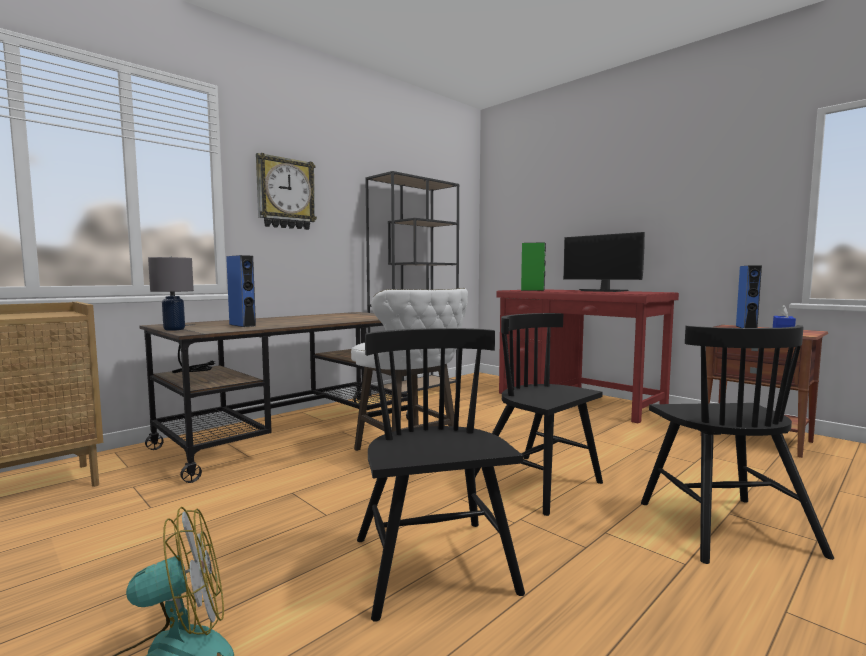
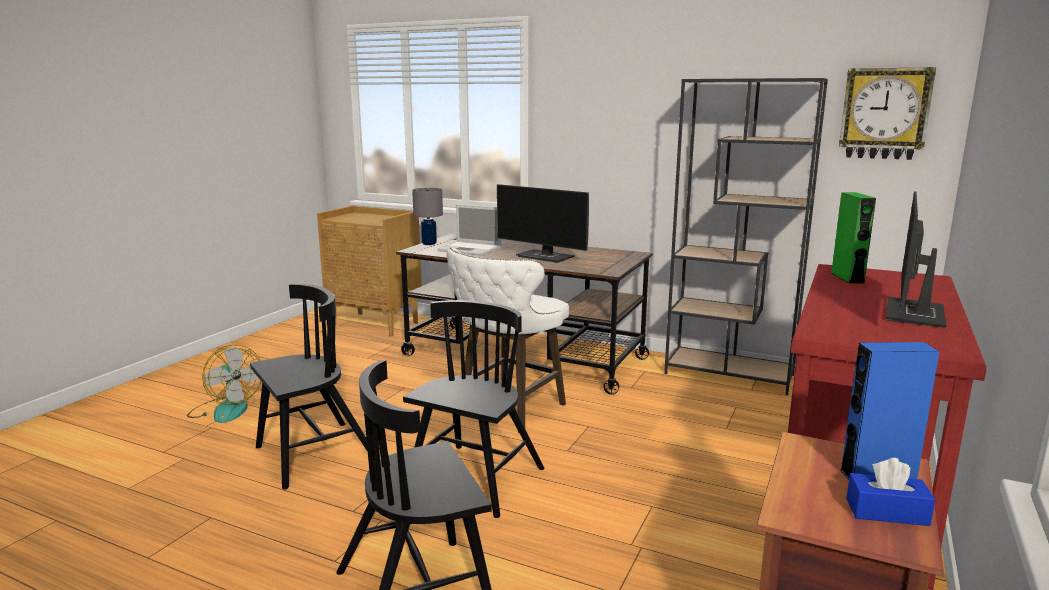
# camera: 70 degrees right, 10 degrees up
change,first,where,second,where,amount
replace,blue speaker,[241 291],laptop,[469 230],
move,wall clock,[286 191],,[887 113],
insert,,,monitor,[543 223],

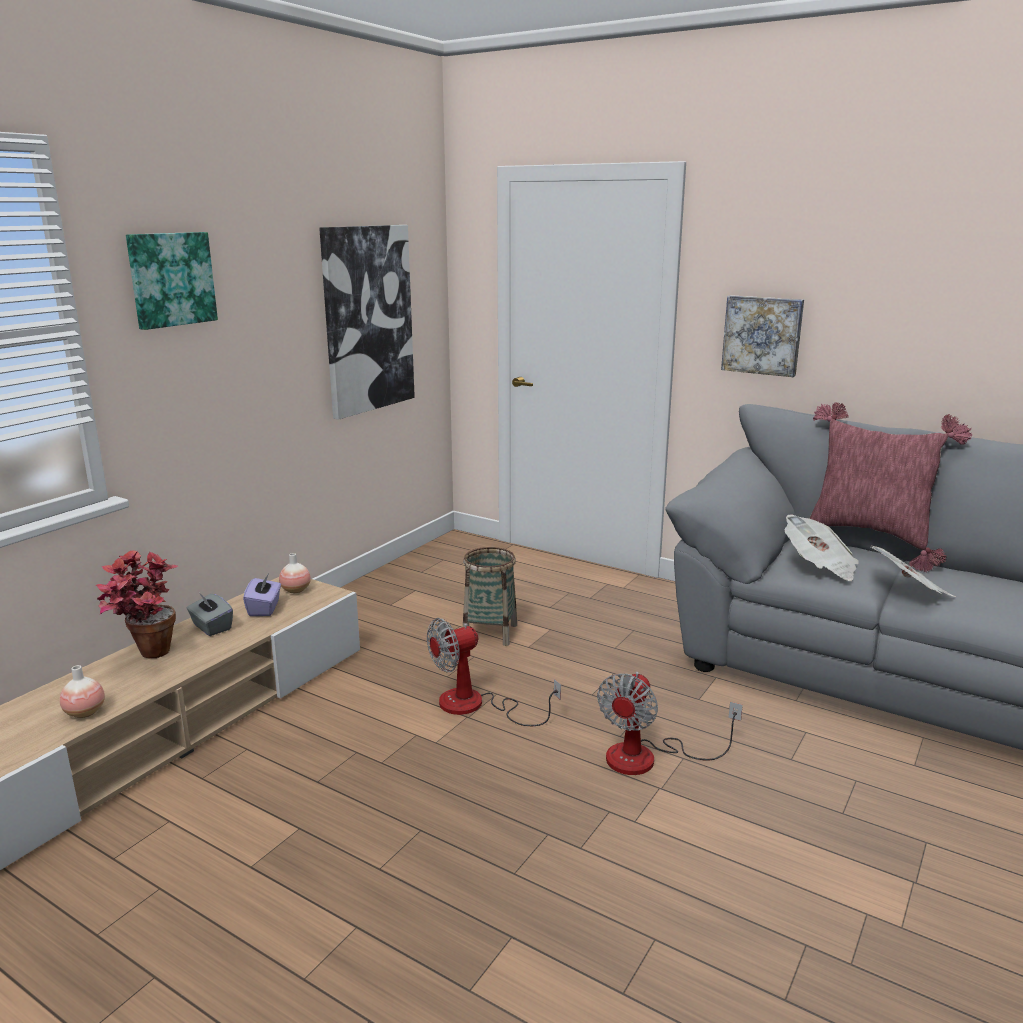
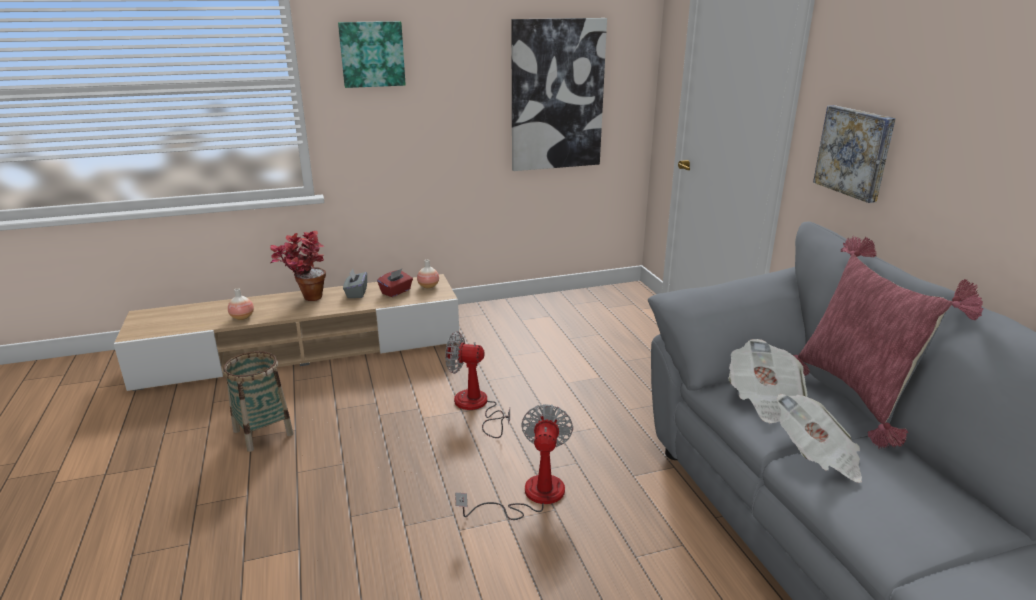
# camera: 40 degrees right, 5 degrees up
change,first,where,second,where,amount
recolor,purple tissue box,[262 595],red tissue box,[395 283],
move,basket,[490 596],,[258 401],
rotate,fan,[670 723],,[514 462],120 degrees clockwise

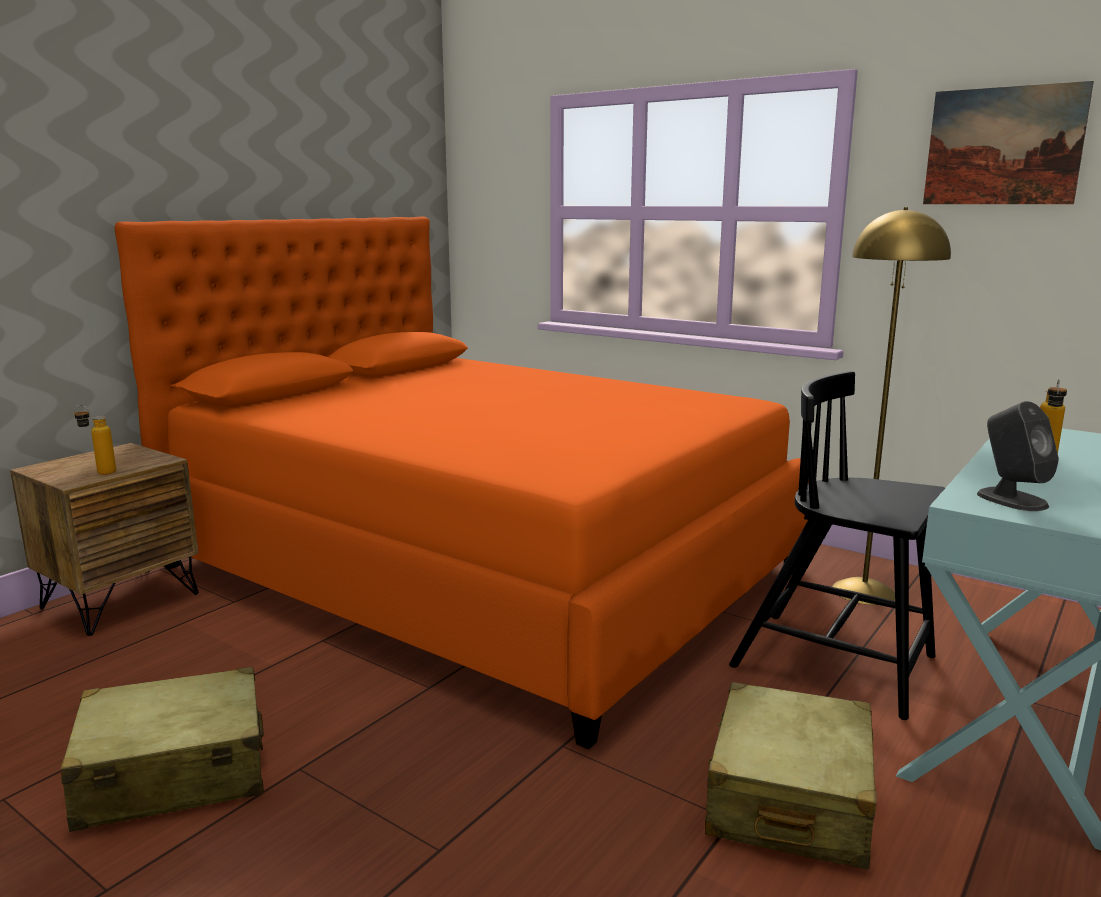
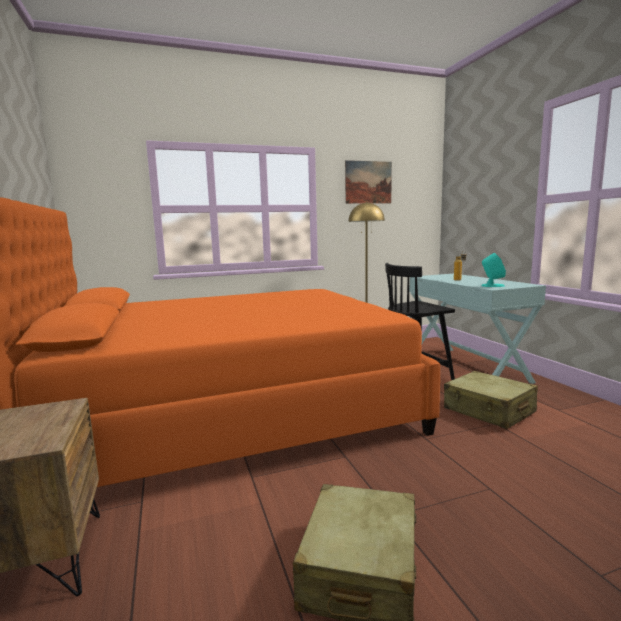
# camera: 55 degrees left, 5 degrees down
change,first,where,second,where,amount
delete,bottle,[95 440],,,
recolor,grey speaker,[1018 456],turquoise speaker,[493 270],

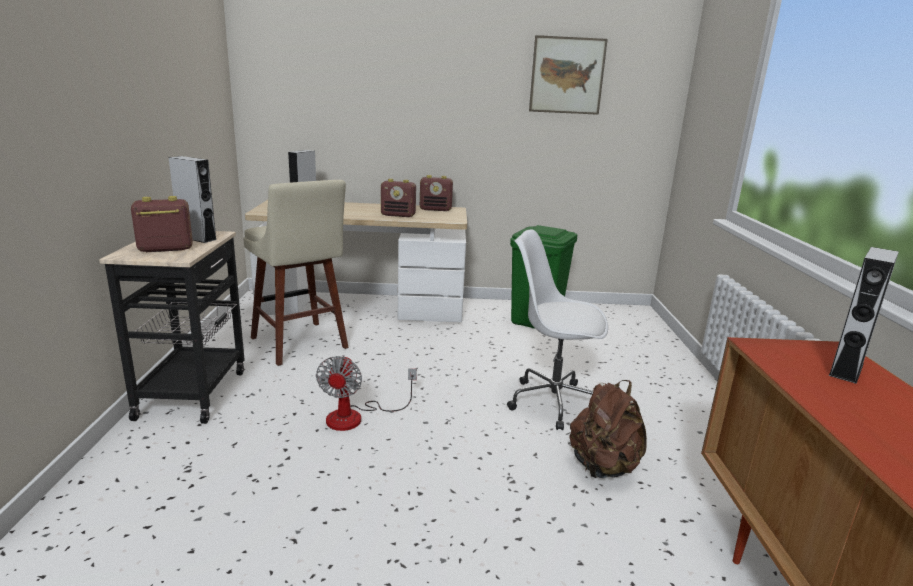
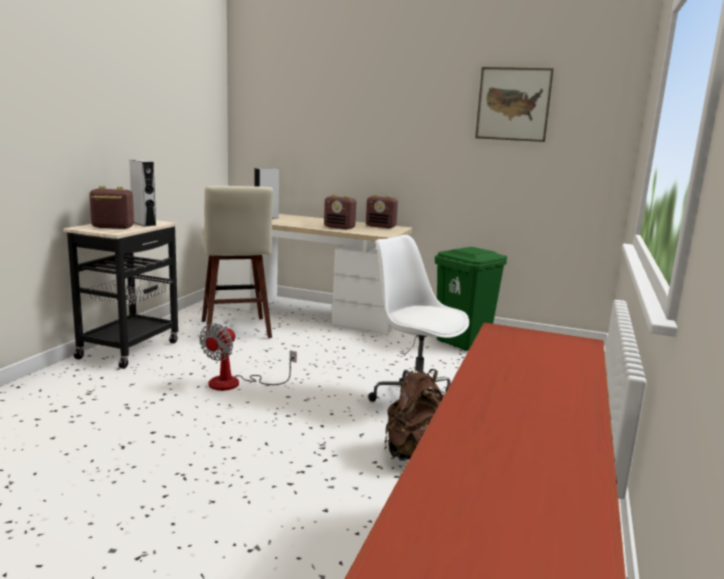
# camera: 20 degrees right, 5 degrees down
change,first,where,second,where,amount
delete,grey speaker,[863 315],,,

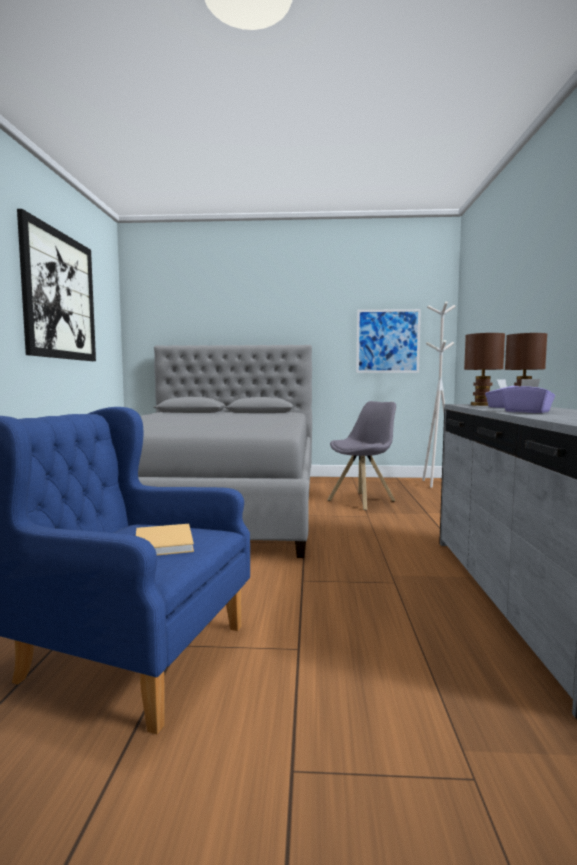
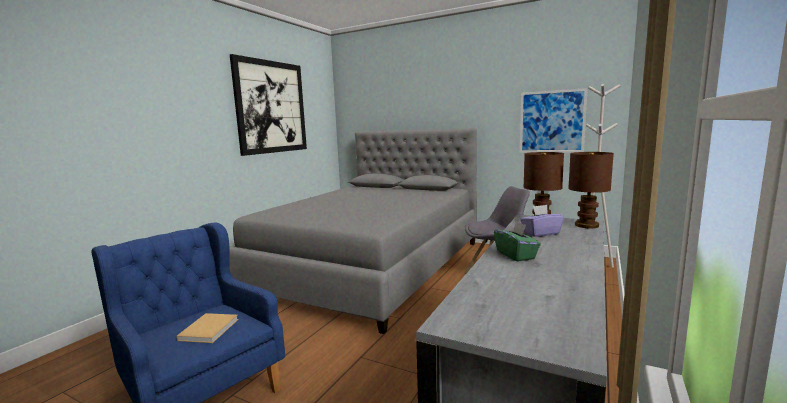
# camera: 25 degrees right, 5 degrees up
change,first,where,second,where,amount
recolor,purple tissue box,[528 396],green tissue box,[517 241],

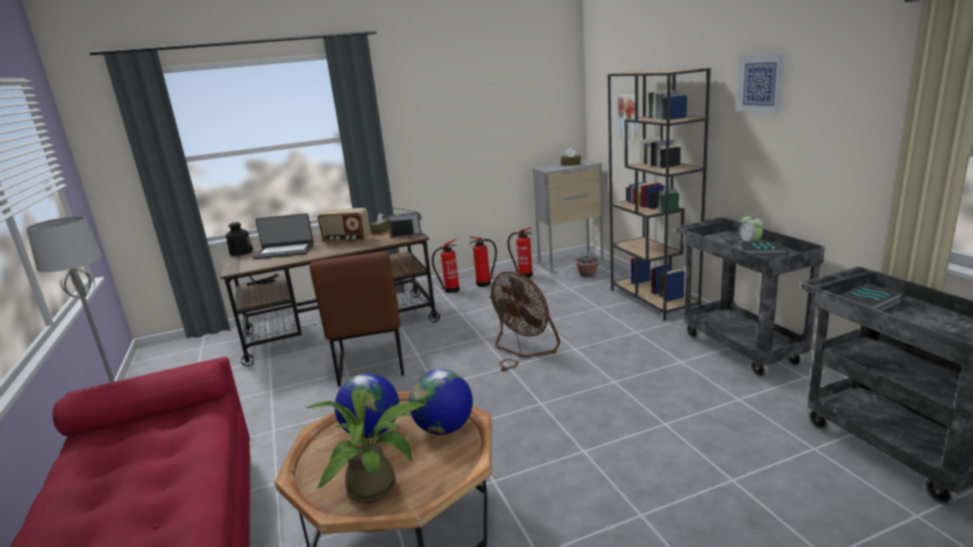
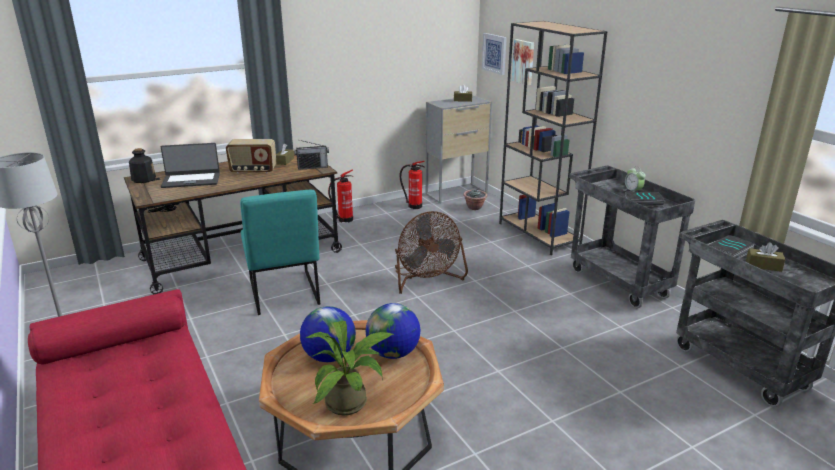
# camera: 10 degrees left, 5 degrees up
change,first,where,second,where,amount
recolor,brown chair,[357 319],turquoise chair,[280 252],
delete,fire extinguisher,[483 262],,,
rotate,brown fan,[525 321],,[431 252],120 degrees clockwise
move,picture,[761 83],,[494 54],
insert,,,brown tissue box,[765 257],

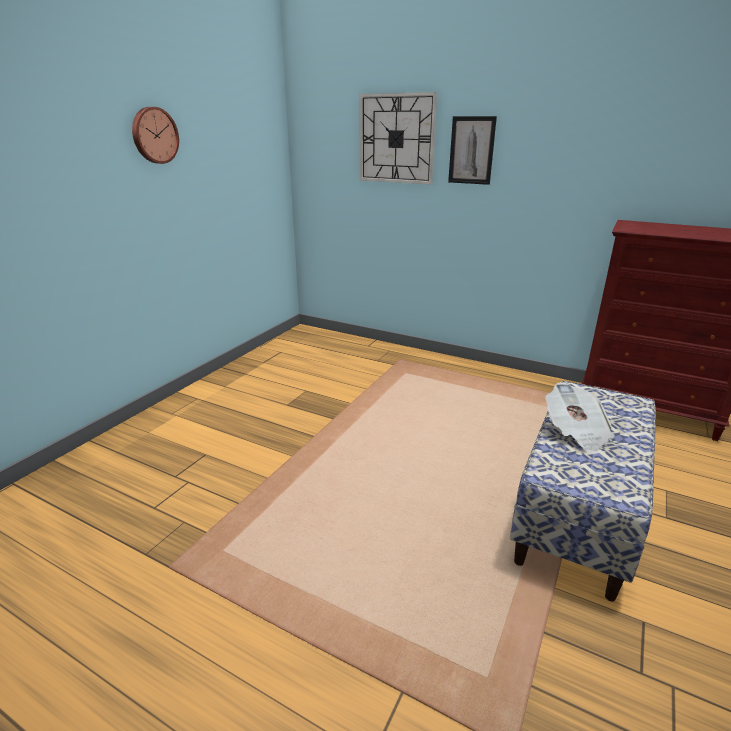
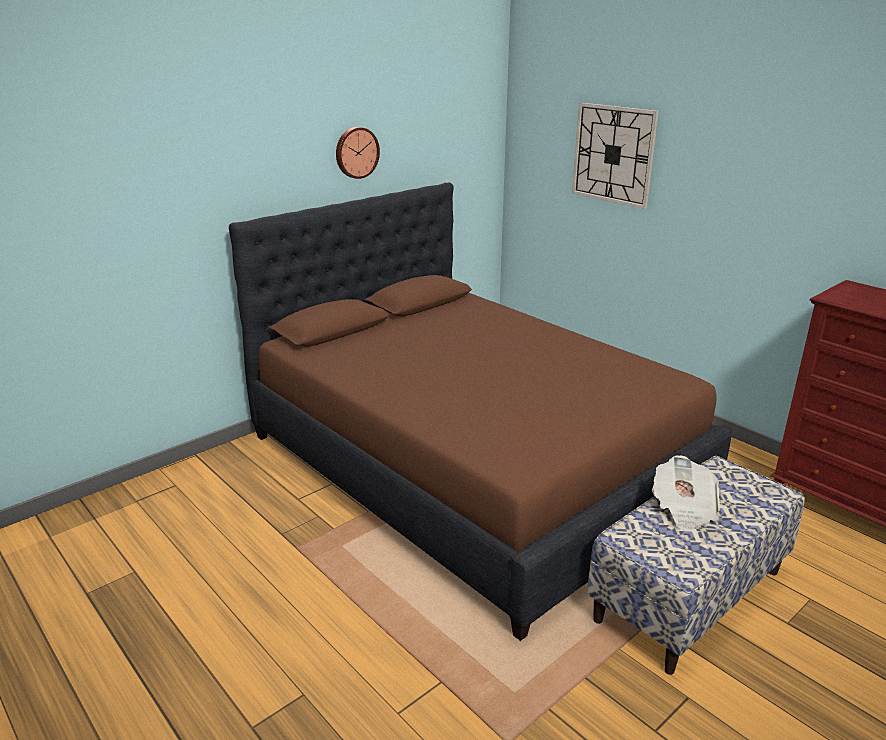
# camera: 20 degrees right, 0 degrees up
change,first,where,second,where,amount
delete,picture,[472 150],,,
insert,,,brown bed,[480 411],

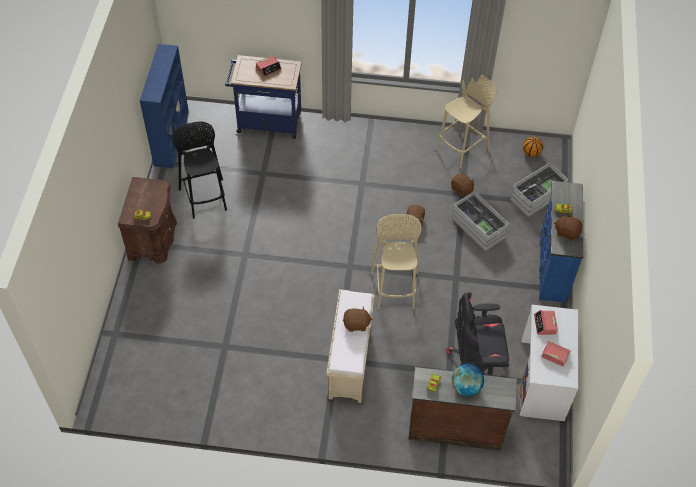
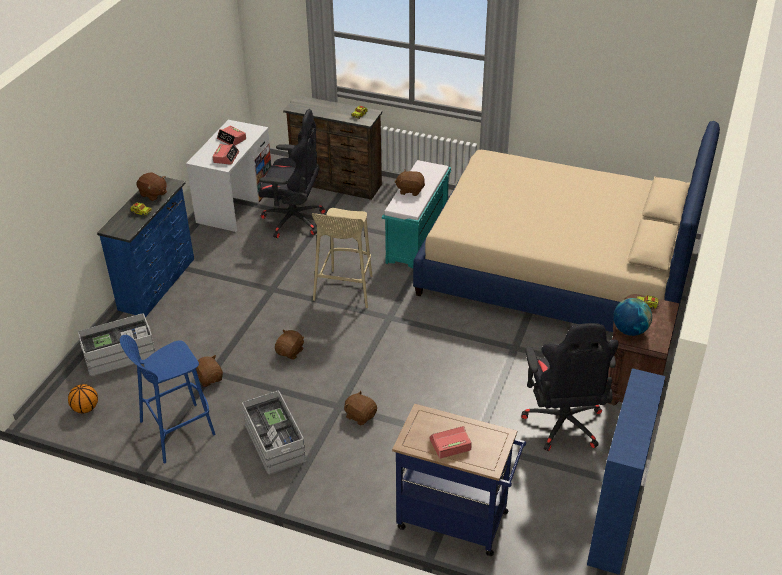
# camera: 165 degrees left, 15 degrees down
change,first,where,second,where,amount
replace,black stool,[200 170],black office chair,[569 387],
recolor,beige bench,[350 346],turquoise bench,[416 214],
recolor,beige stool,[466 122],blue stool,[168 399],
move,grey storage box,[480 221],,[274 433],
move,globe,[468 380],,[632 317],
insert,,,brown plush toy,[360 408],
insert,,,beige bed,[566 232],

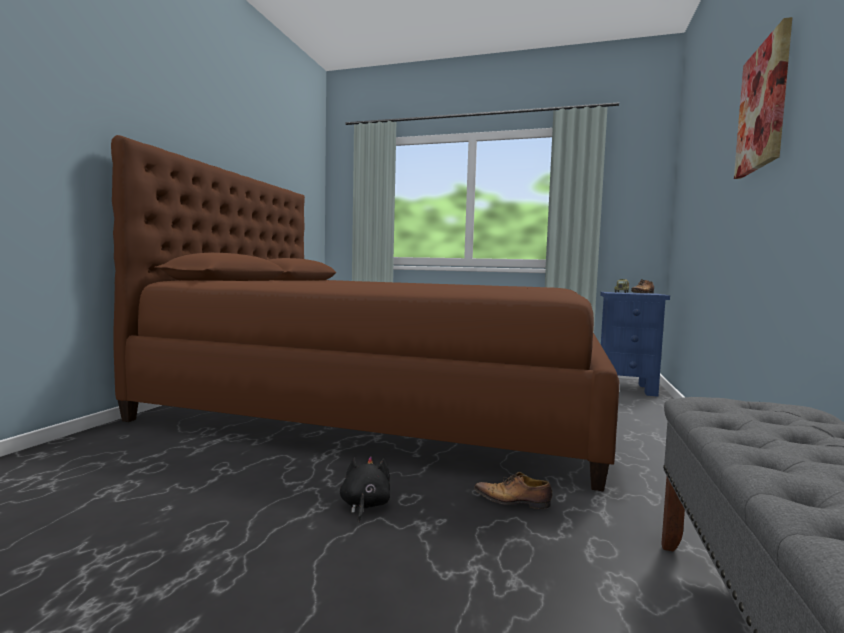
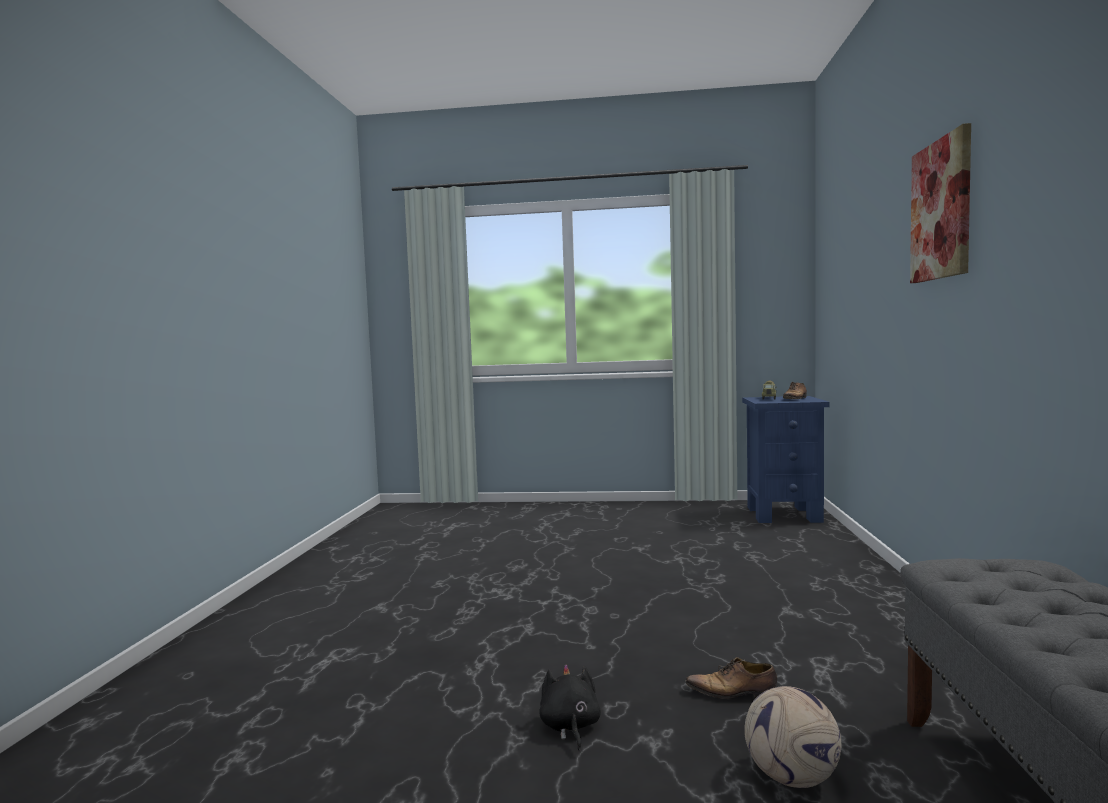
# camera: 10 degrees left, 0 degrees up
change,first,where,second,where,amount
delete,brown bed,[365 313],,,
insert,,,football,[792 737],

